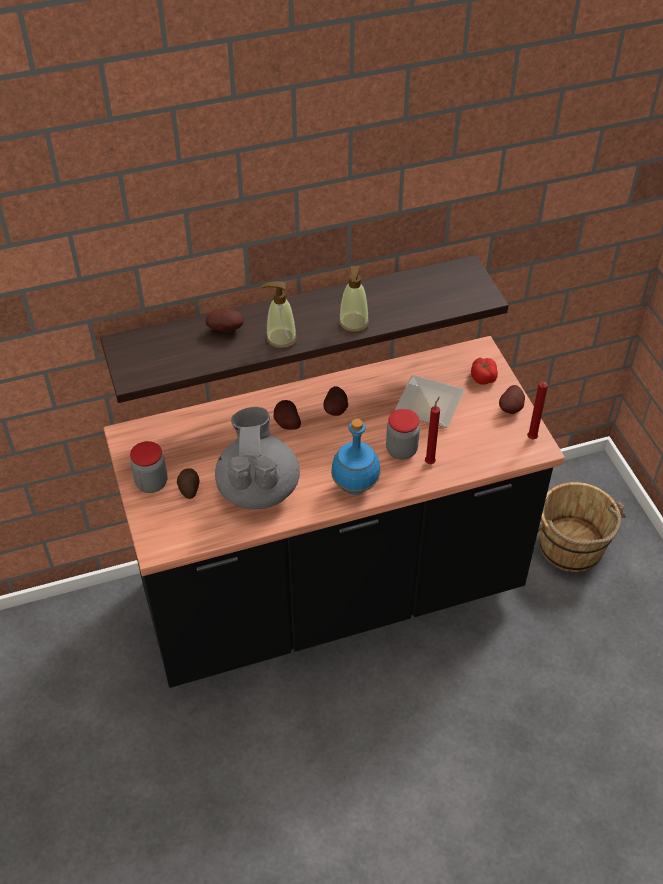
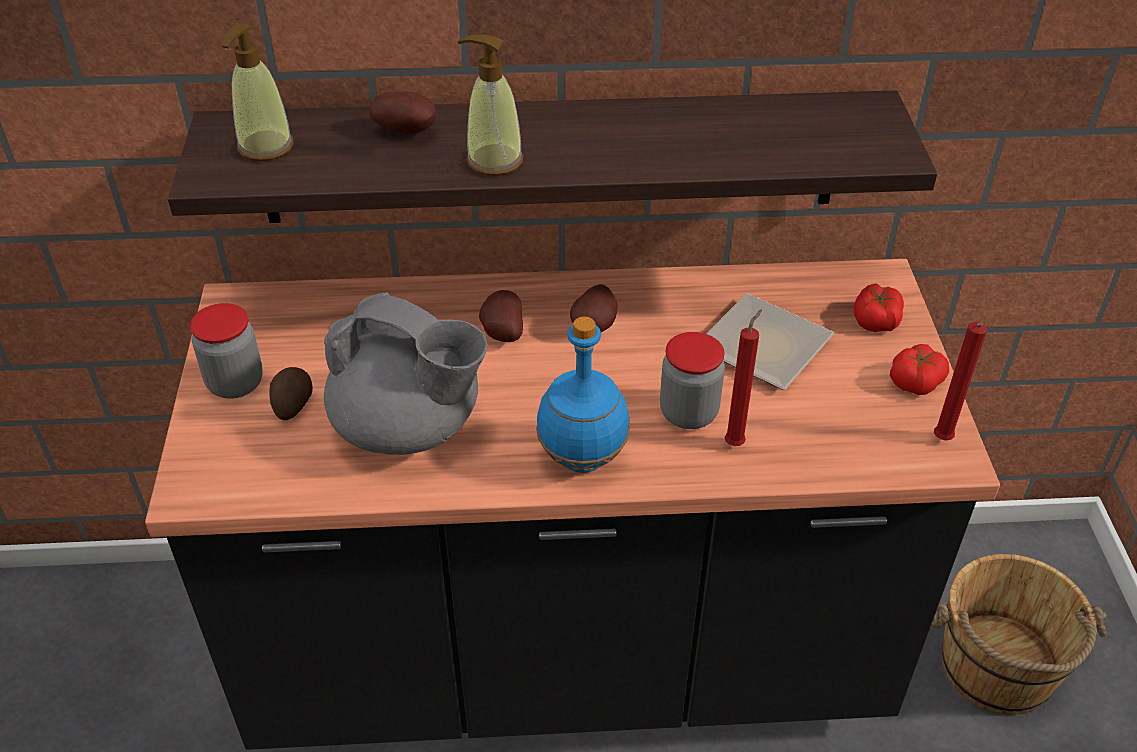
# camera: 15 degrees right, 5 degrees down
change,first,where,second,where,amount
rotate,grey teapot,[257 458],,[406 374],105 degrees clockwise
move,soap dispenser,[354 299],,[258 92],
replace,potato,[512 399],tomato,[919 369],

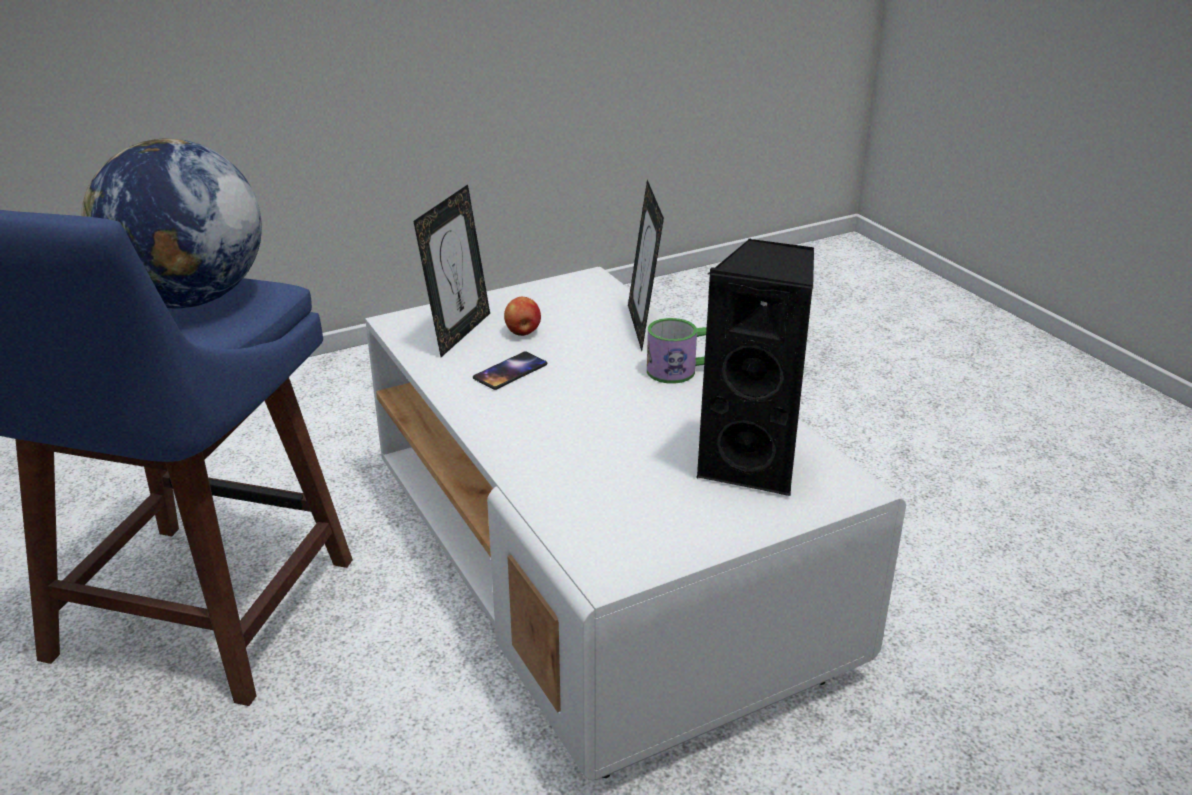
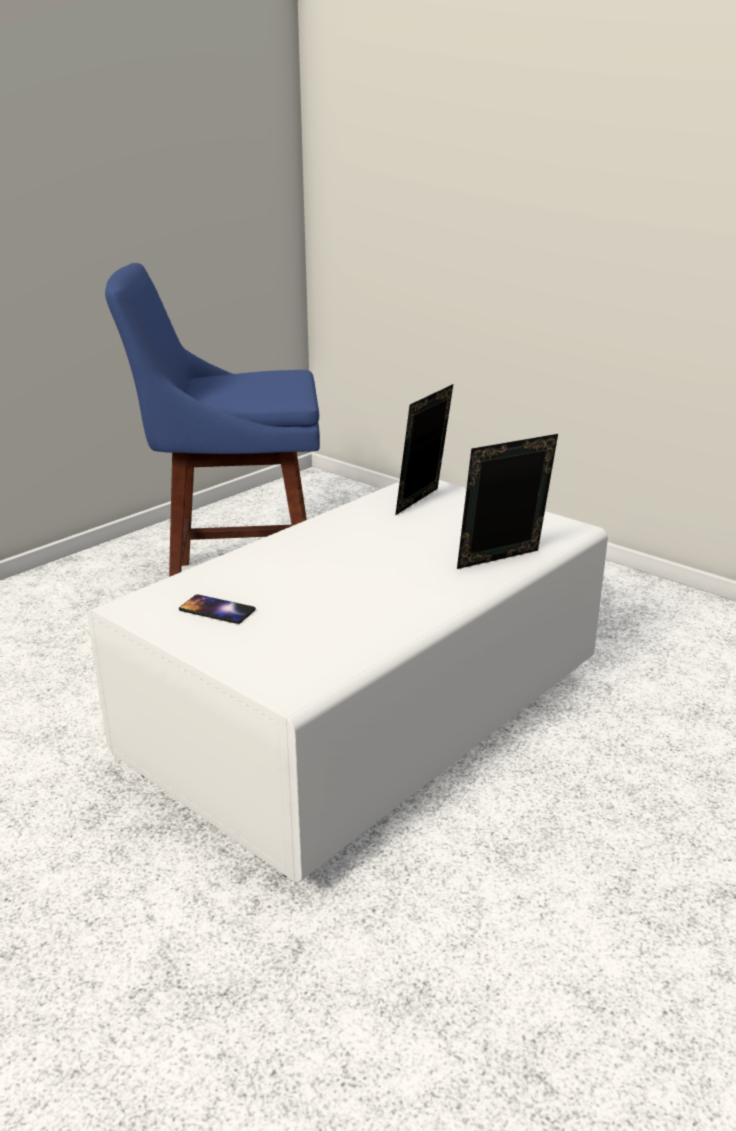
# camera: 70 degrees right, 5 degrees down
change,first,where,second,where,amount
delete,globe,[171 224],,,
rotate,picture frame,[451 271],,[424 449],120 degrees clockwise
move,phone,[510 370],,[217 609],
delete,apple,[522 316],,,
delete,mug,[677 351],,,
delete,black speaker,[755 367],,,

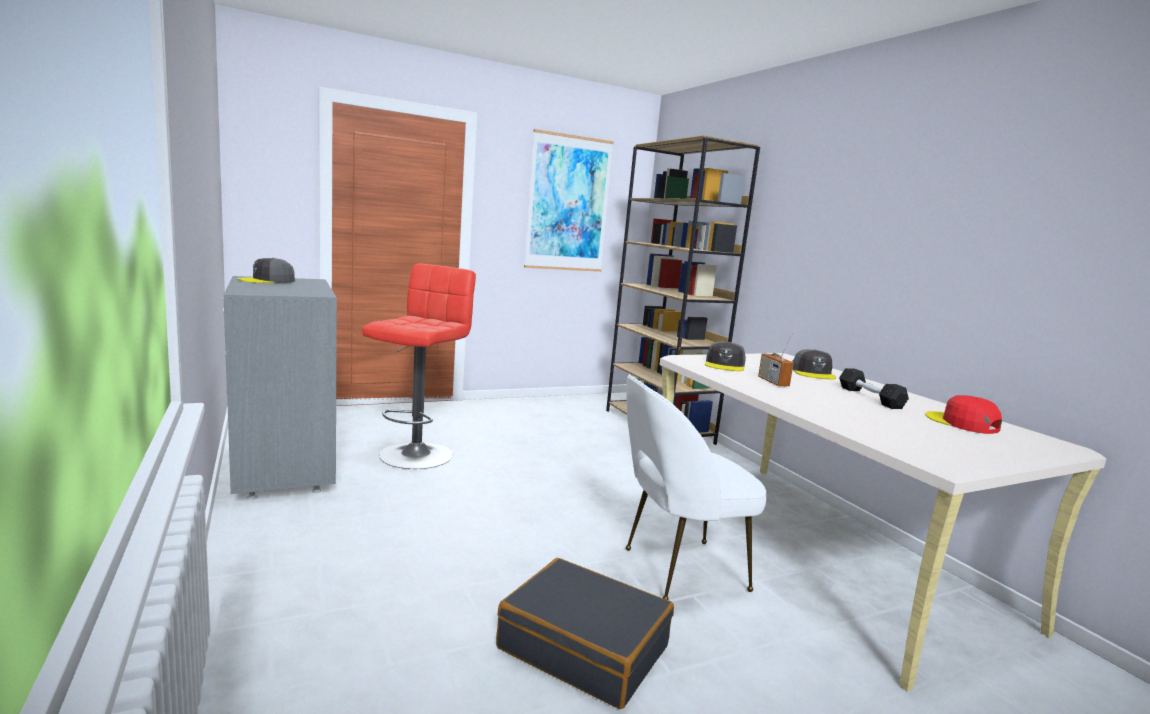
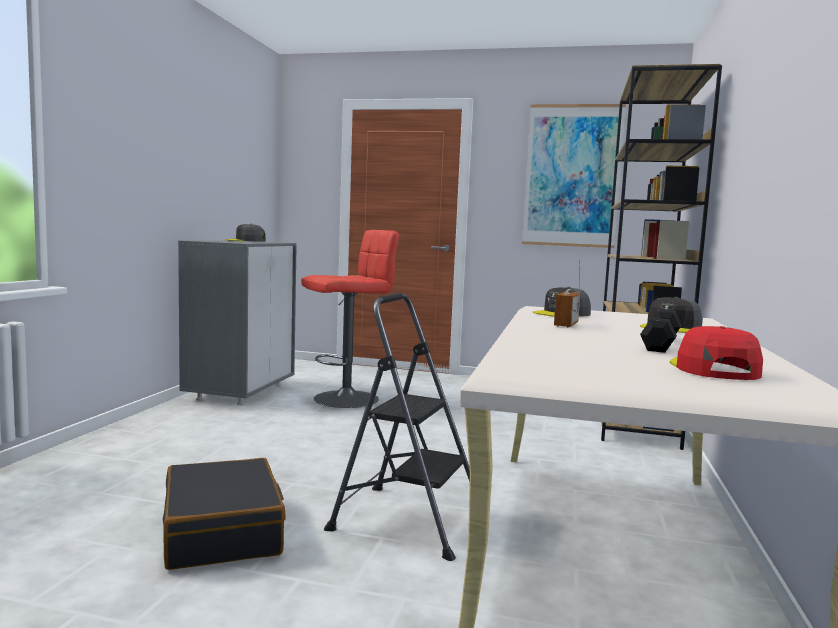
# camera: 40 degrees right, 5 degrees down
change,first,where,second,where,amount
replace,white chair,[696 487],black step ladder,[397 427],

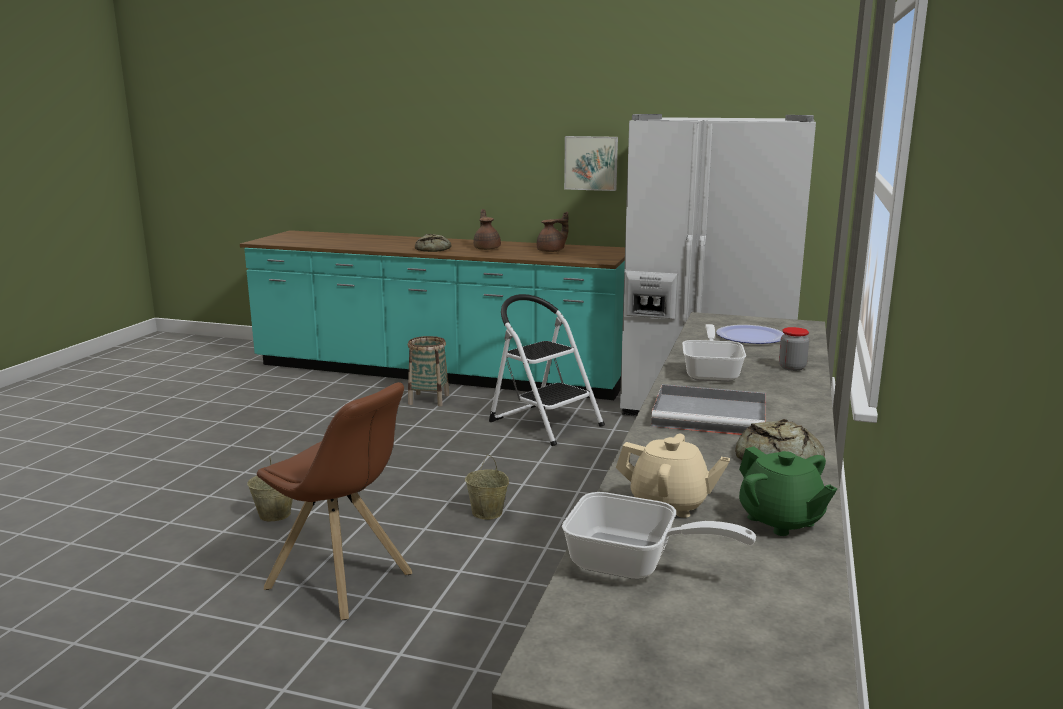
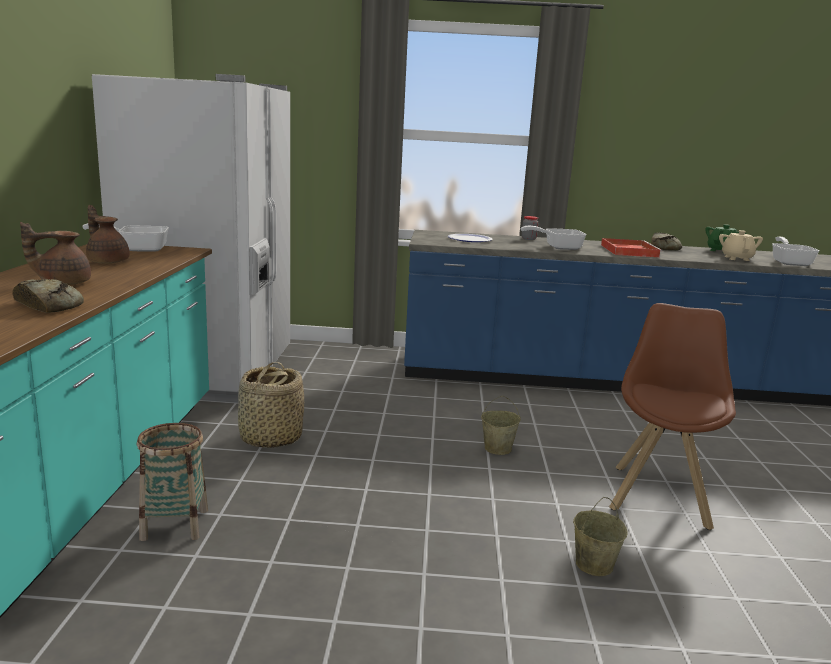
# camera: 105 degrees left, 0 degrees up
change,first,where,second,where,amount
replace,step ladder,[547 370],basket,[271 405],
delete,picture,[591 163],,,
recolor,grey tray,[708 409],red tray,[631 247],
insert,,,frying pan,[126 237],

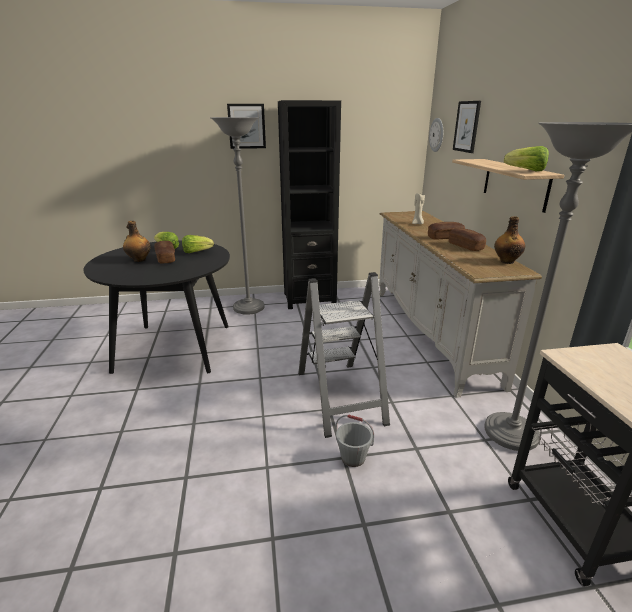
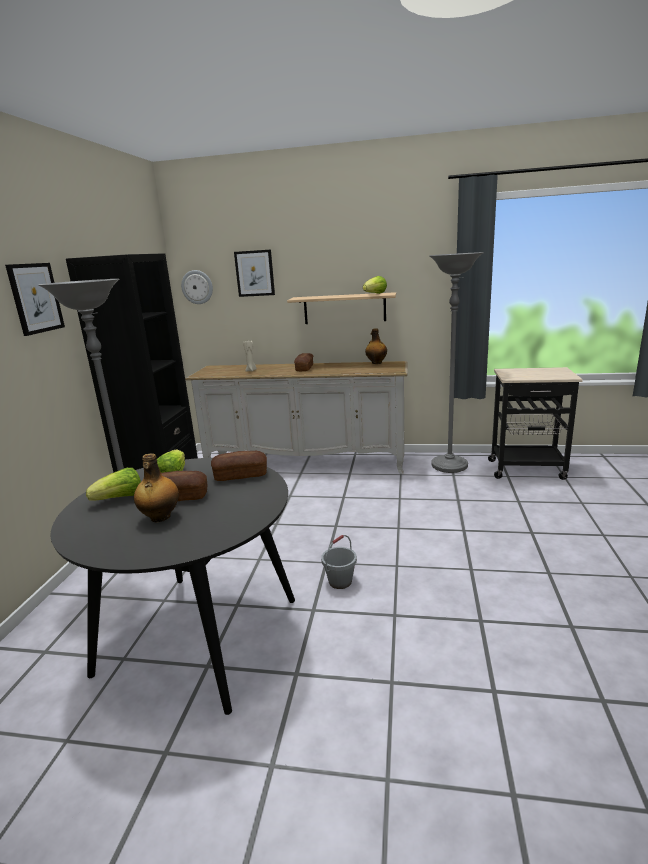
# camera: 70 degrees left, 5 degrees down
change,first,where,second,where,amount
delete,grey step ladder,[344 355],,,
move,grey bucket,[355 440],,[339 562],
move,bread,[467 239],,[239 466],

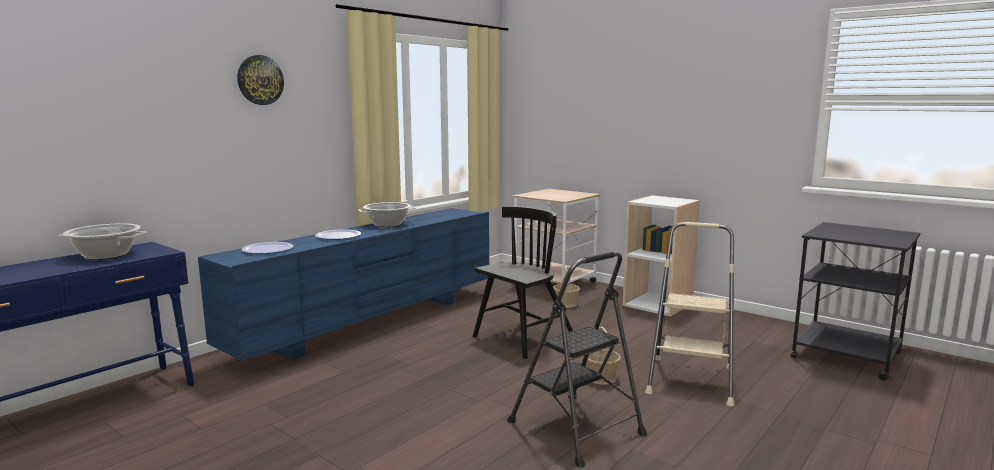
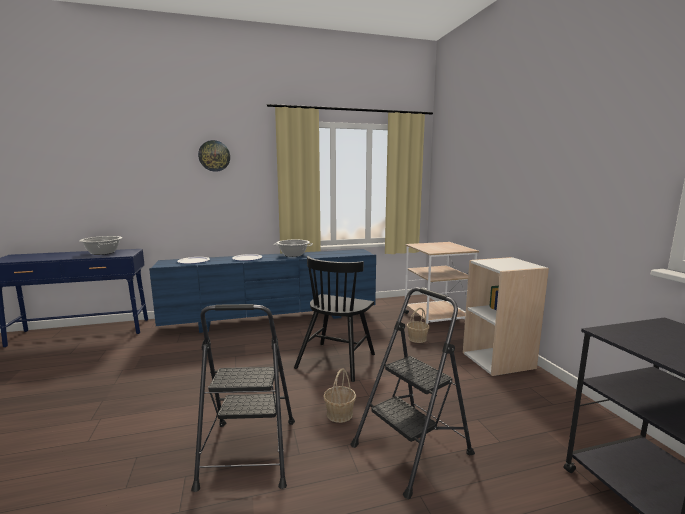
# camera: 35 degrees right, 0 degrees up
change,first,where,second,where,amount
rotate,black chair,[523 282],,[334 319],120 degrees clockwise
recolor,beige step ladder,[690 314],black step ladder,[412 393],

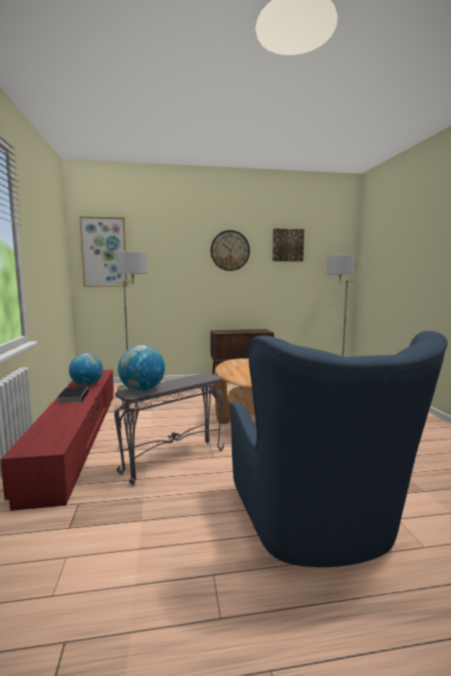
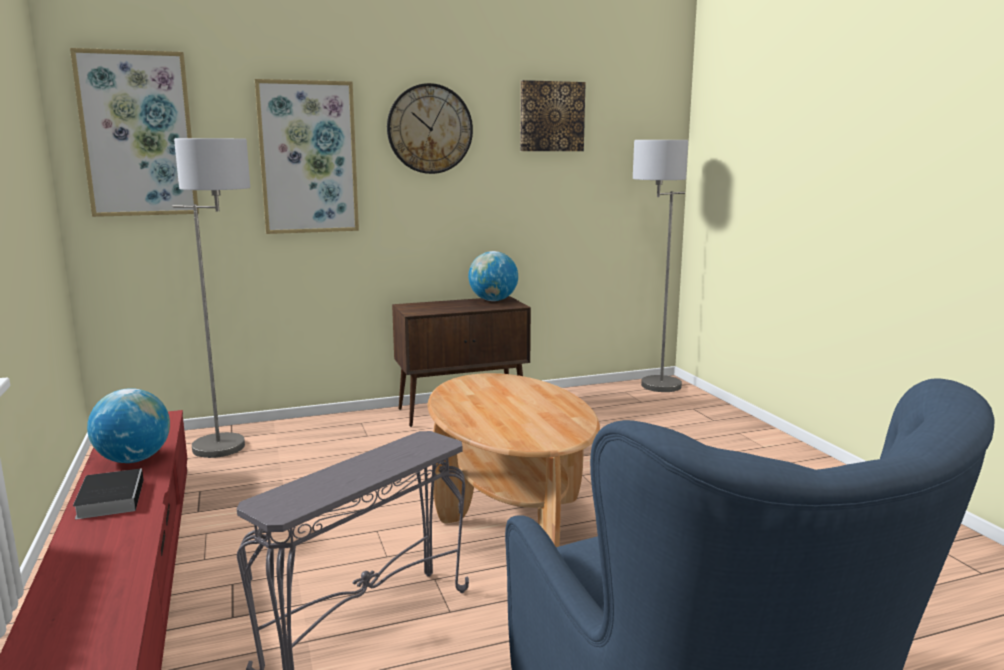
# camera: 10 degrees left, 5 degrees up
change,first,where,second,where,amount
move,globe,[141 368],,[493 276],
insert,,,picture,[307 156],

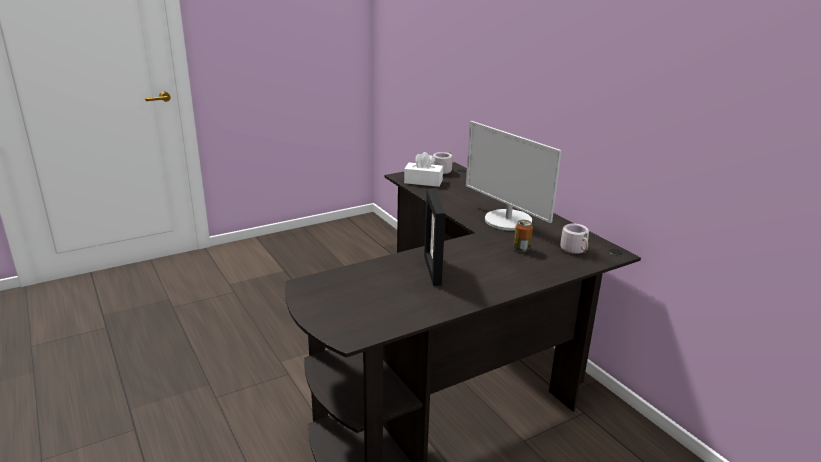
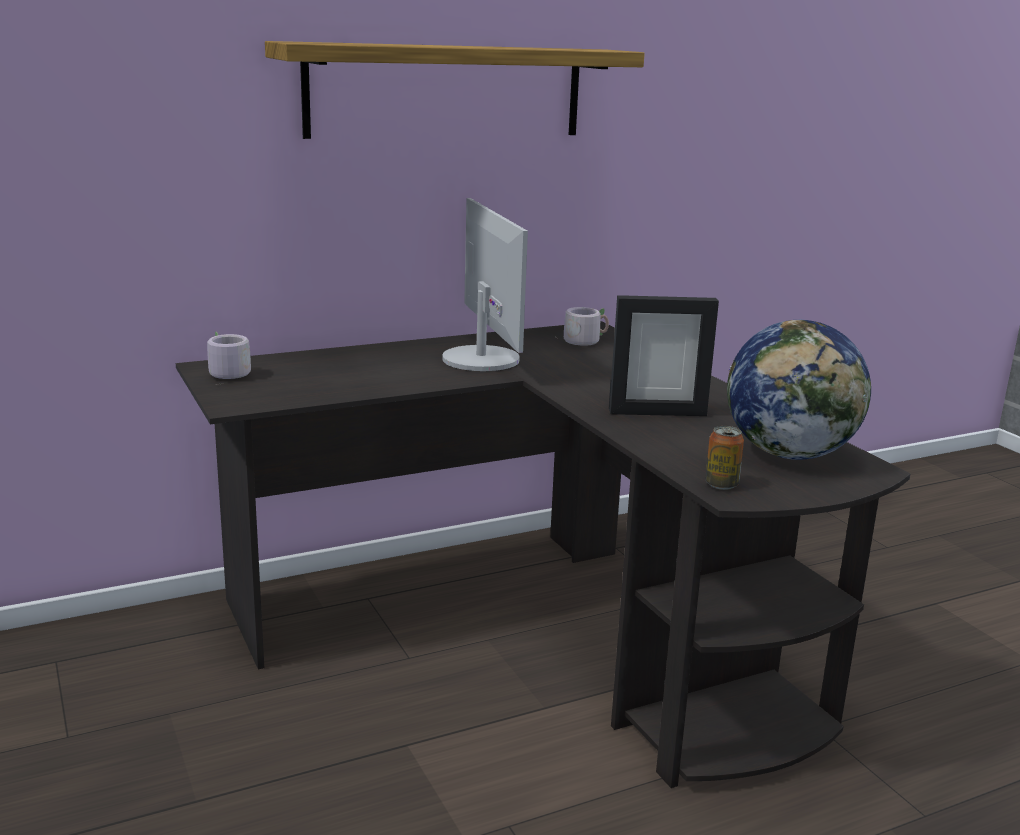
# camera: 85 degrees left, 5 degrees down
change,first,where,second,where,amount
delete,white tissue box,[423 169],,,
rotate,monitor,[514 176],,[485 284],75 degrees counterclockwise
move,can,[523 236],,[724 458],
insert,,,shelf,[455 90],
insert,,,globe,[799 390],

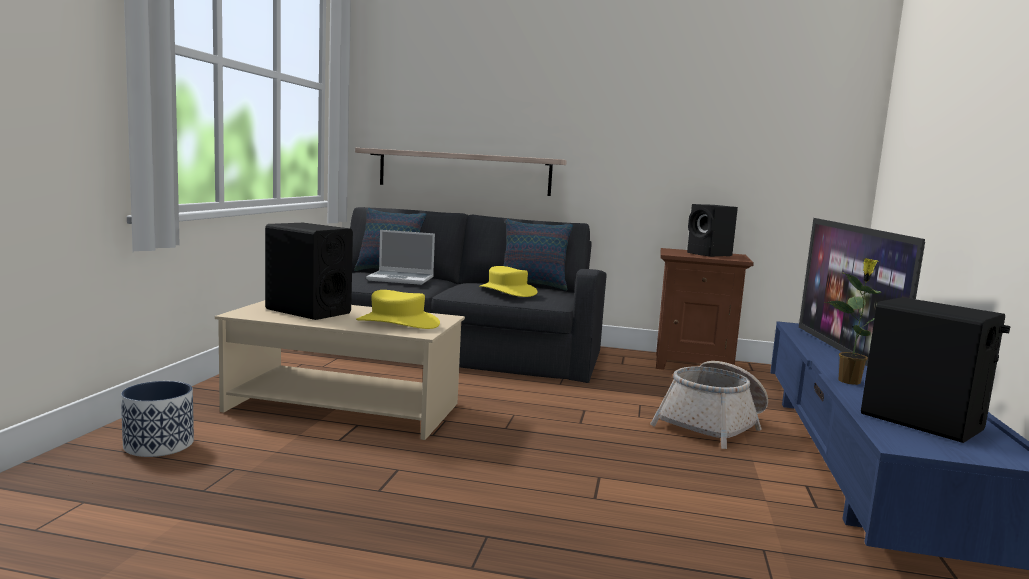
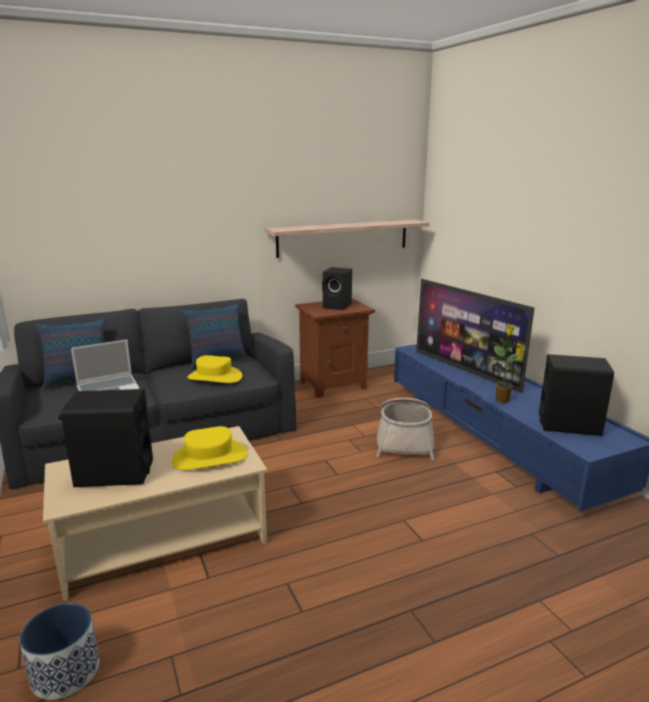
# camera: 35 degrees left, 10 degrees up
change,first,where,second,where,amount
move,shelf,[461 172],,[347 239],

